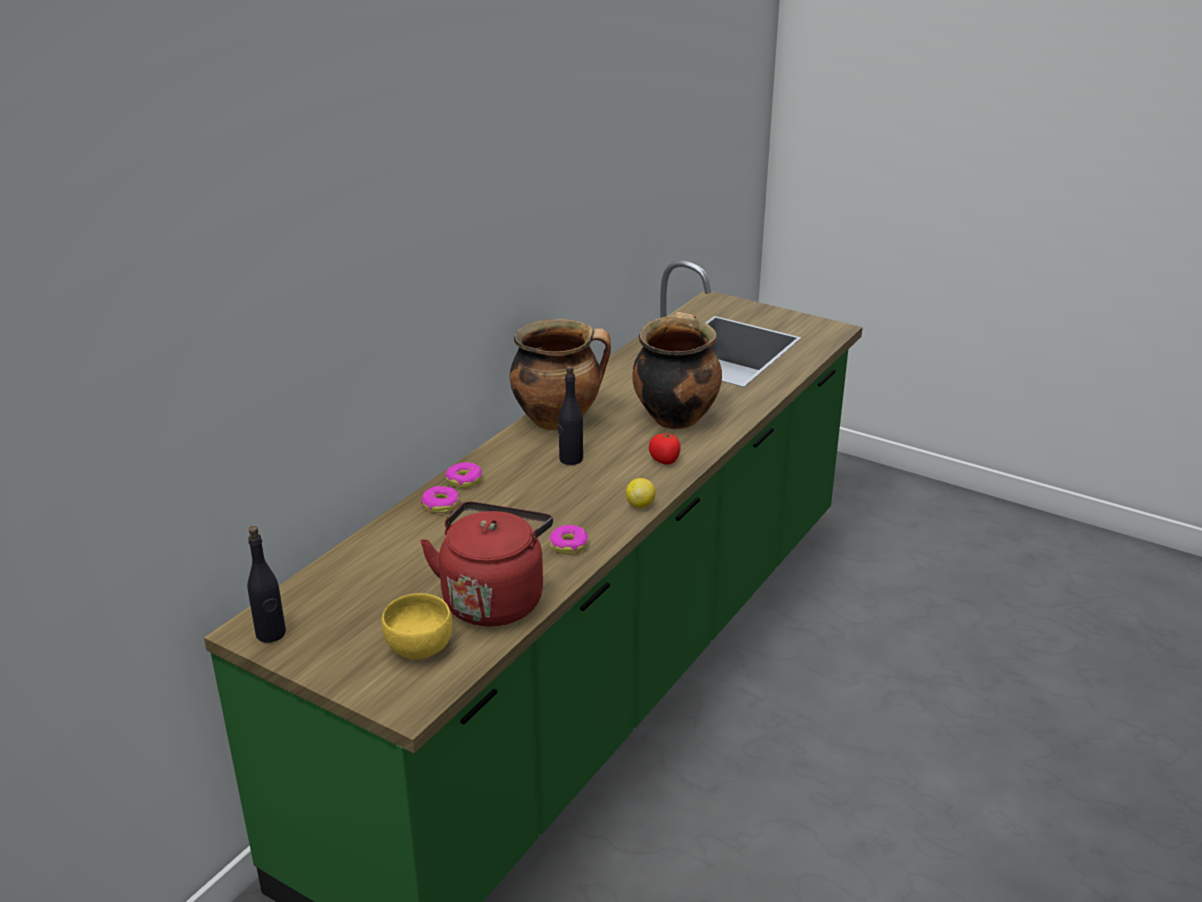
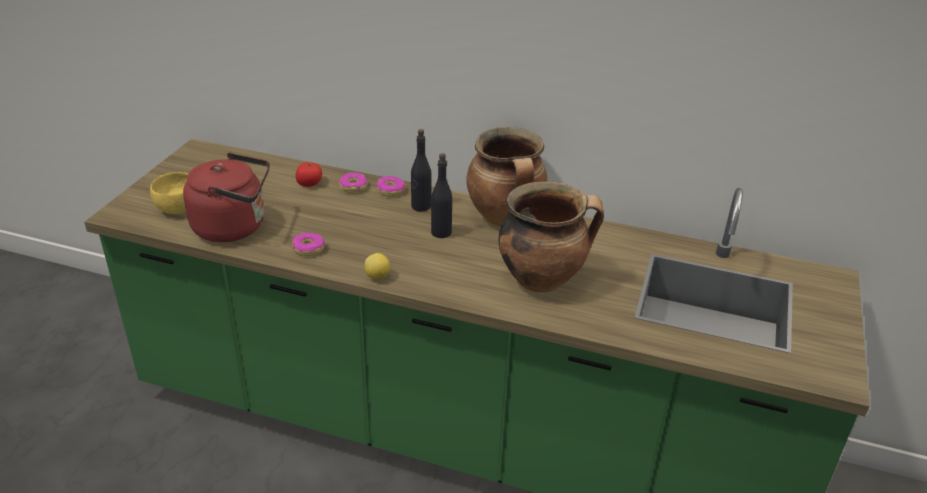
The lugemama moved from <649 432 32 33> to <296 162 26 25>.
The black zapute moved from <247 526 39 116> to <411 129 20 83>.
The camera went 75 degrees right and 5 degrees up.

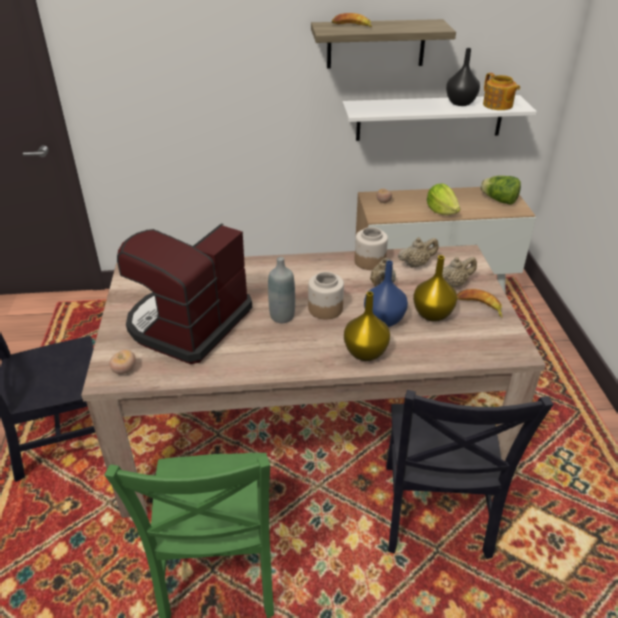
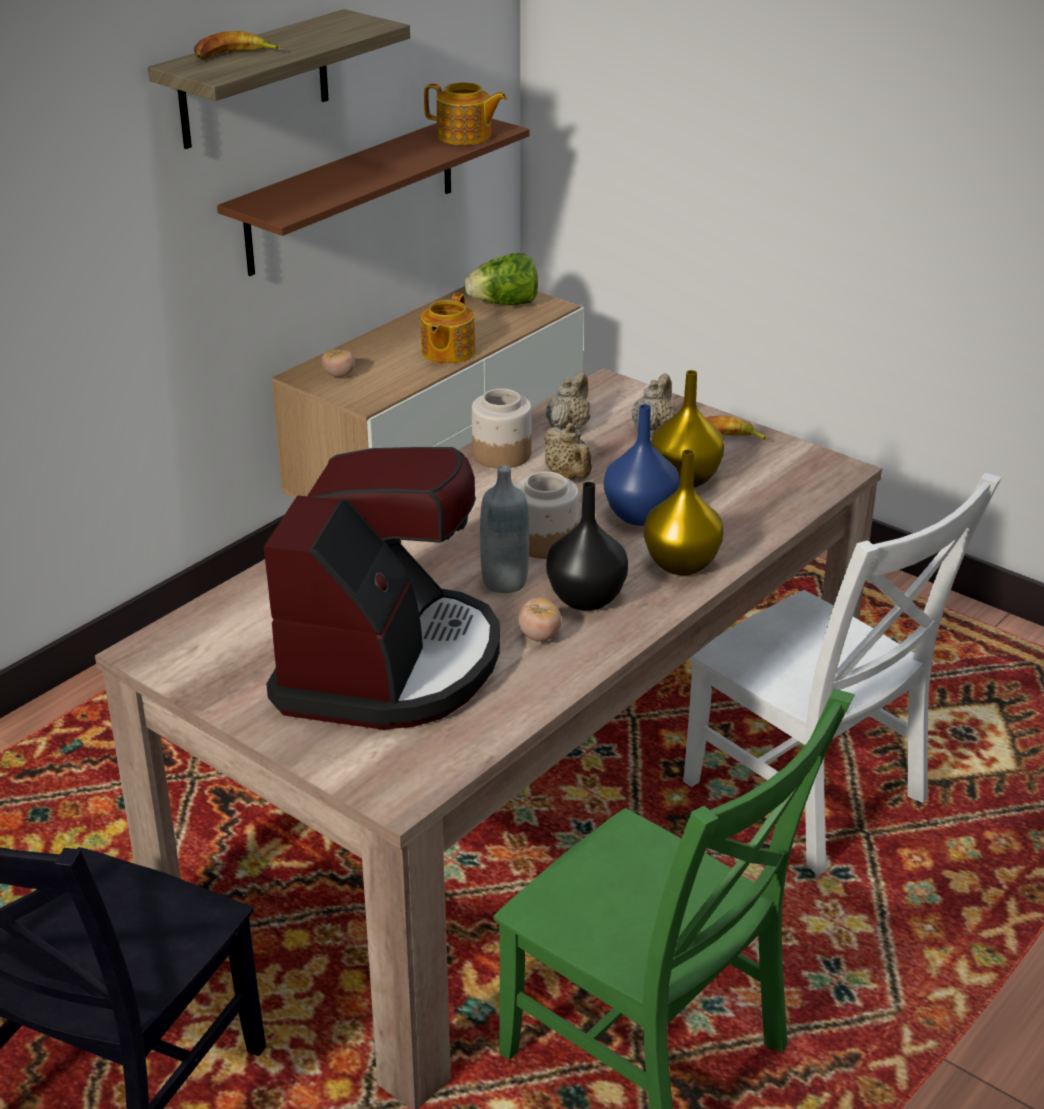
The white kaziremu at <342 95 195 46> became the brown kaziremu at <217 119 313 157>.
The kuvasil at <117 223 135 141> turned 150 degrees counterclockwise.
The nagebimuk at <427 184 34 31> was replaced by the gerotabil at <421 293 54 71>.
The lugemama moved from <109 350 27 24> to <518 598 44 44>.
The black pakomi moved from <446 48 34 58> to <546 482 82 129>.
The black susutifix at <386 390 168 169> became the white susutifix at <683 473 319 402>.
The camera went 45 degrees left and 5 degrees down.

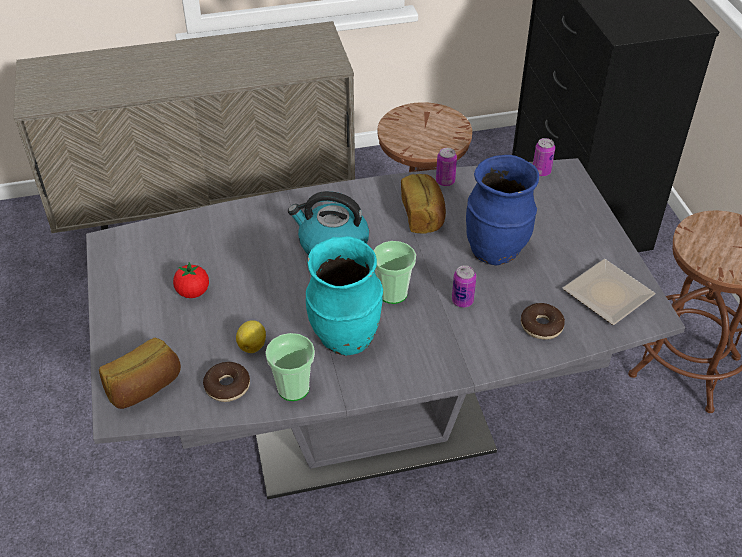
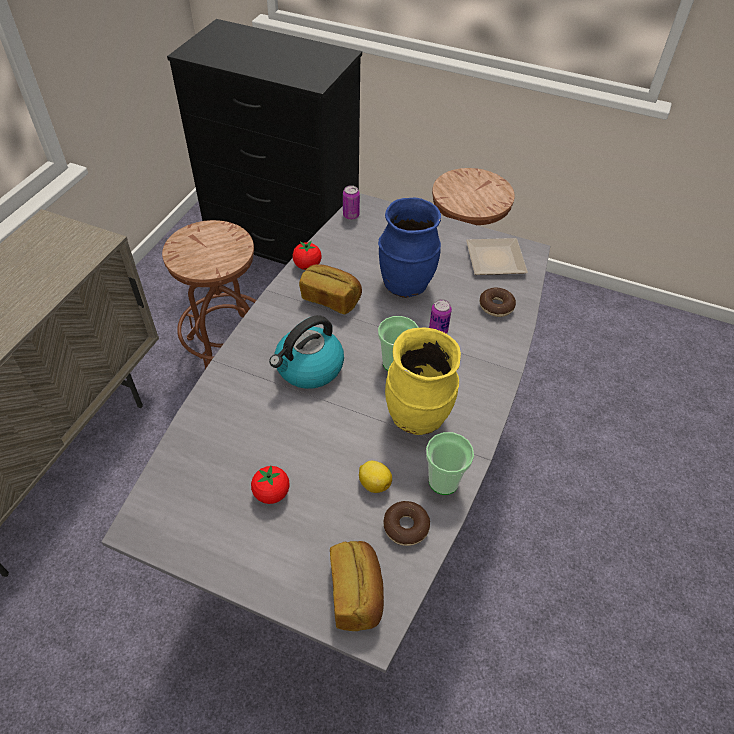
The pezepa at <436 148 21 38> was replaced by the lugemama at <293 241 29 29>.
The turquoise pakomi at <306 236 77 120> became the yellow pakomi at <385 328 76 107>.
The camera went 55 degrees left and 5 degrees up.

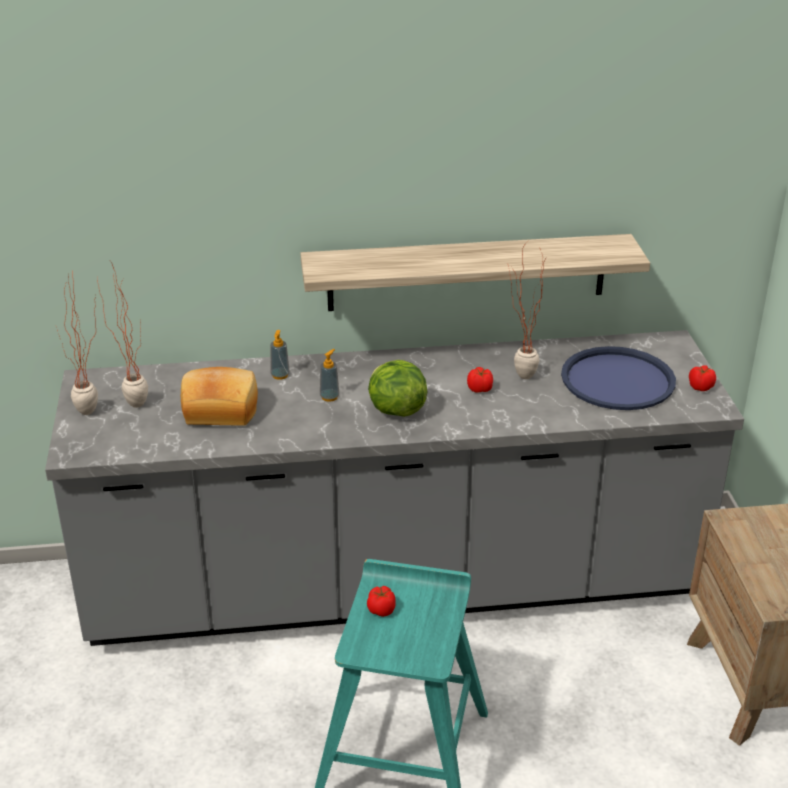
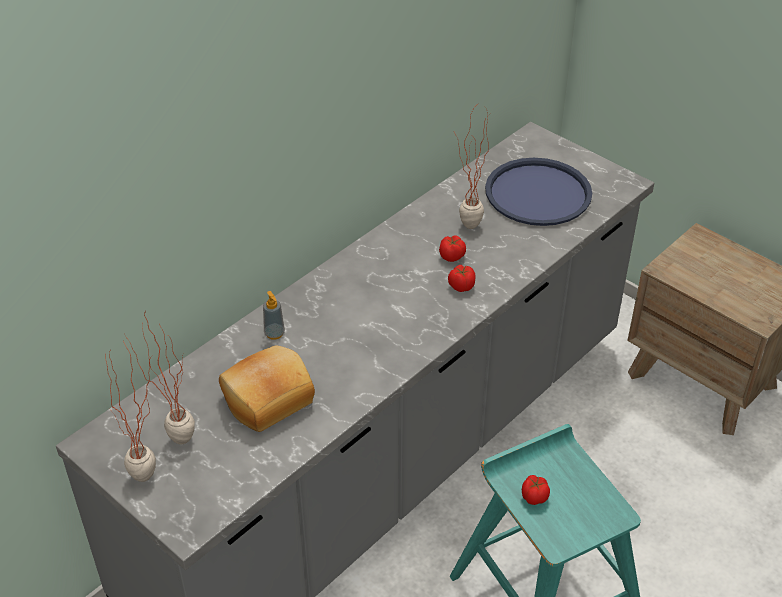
The lugemama moved from <689 365 27 26> to <448 265 28 27>.
The kaziremu at <300 234 350 77> disappeared.
The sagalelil at <320 349 19 53> disappeared.
The nagebimuk at <368 360 59 57> disappeared.
The camera went 40 degrees left and 10 degrees up.

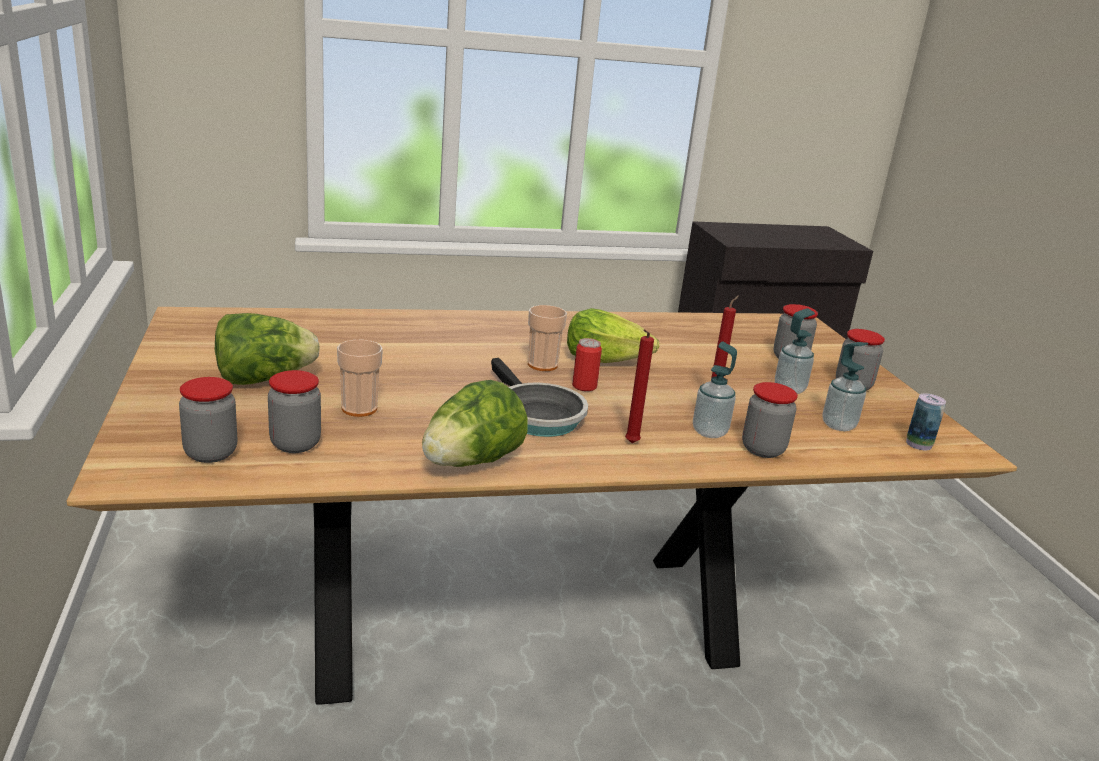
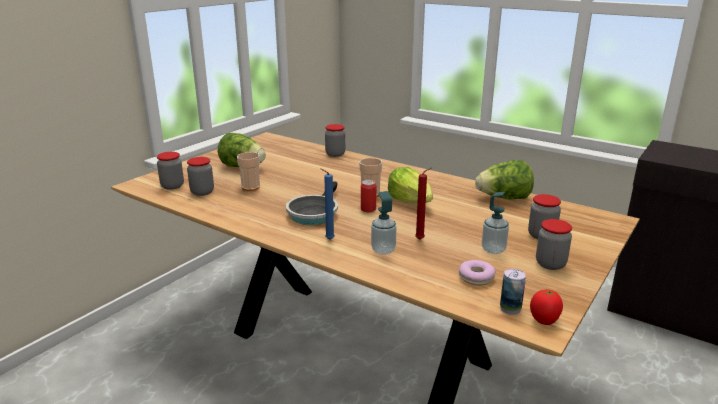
The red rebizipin at <625 329 29 114> became the blue rebizipin at <320 168 15 71>.
The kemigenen moved from <742 382 56 76> to <325 124 20 33>.
The sagalelil at <822 342 46 89> was replaced by the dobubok at <459 260 37 26>.
The nagebimuk moved from <422 380 106 87> to <475 160 59 39>.
The lugemama at <530 289 33 36> appeared.
The camera went 50 degrees right and 0 degrees up.

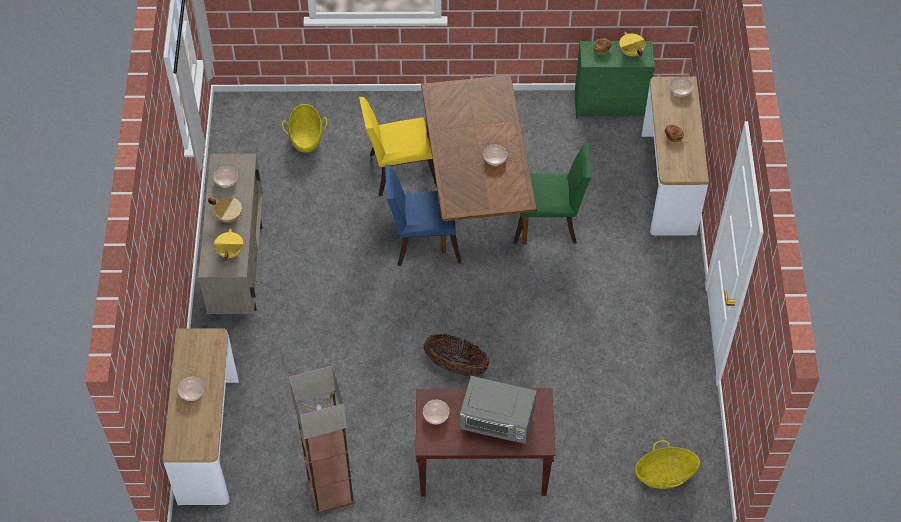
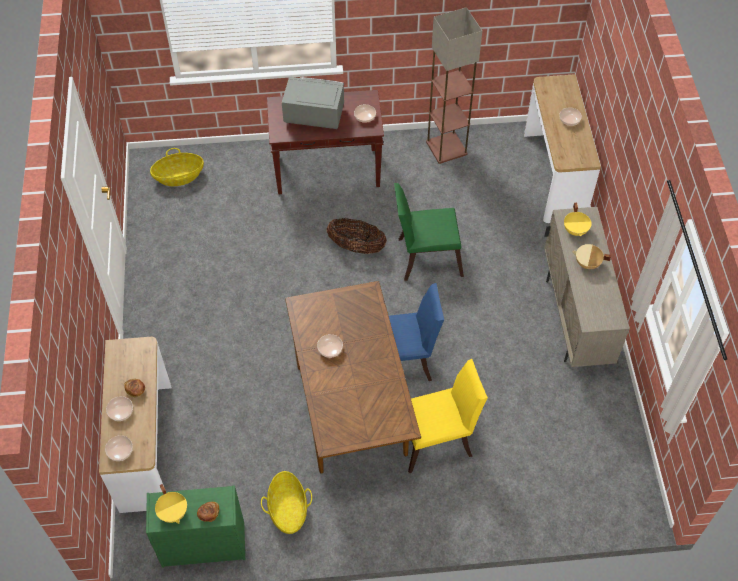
The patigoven moved from <213 166 25 21> to <106 396 27 25>.
The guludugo moved from <282 104 45 49> to <261 471 51 63>.
The green susutifix moved from <514 143 77 101> to <394 183 70 98>.
The camera went 175 degrees right and 0 degrees up.

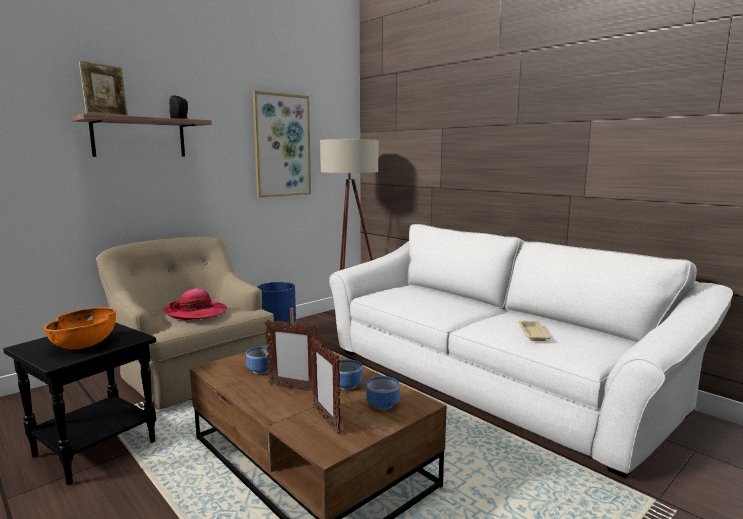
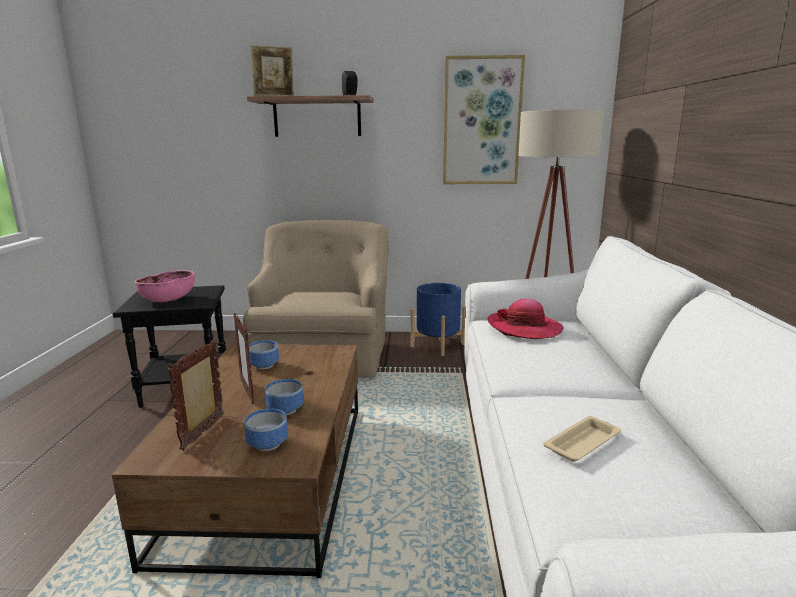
The orange patigoven at <44 307 72 42> became the pink patigoven at <135 270 60 32>.
The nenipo moved from <162 288 65 32> to <488 299 76 40>.
The camera went 45 degrees right and 5 degrees up.

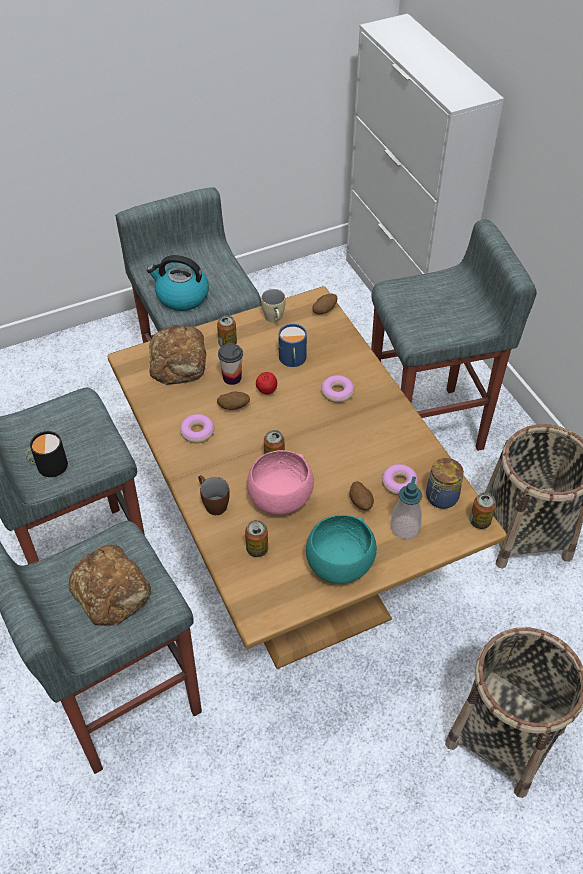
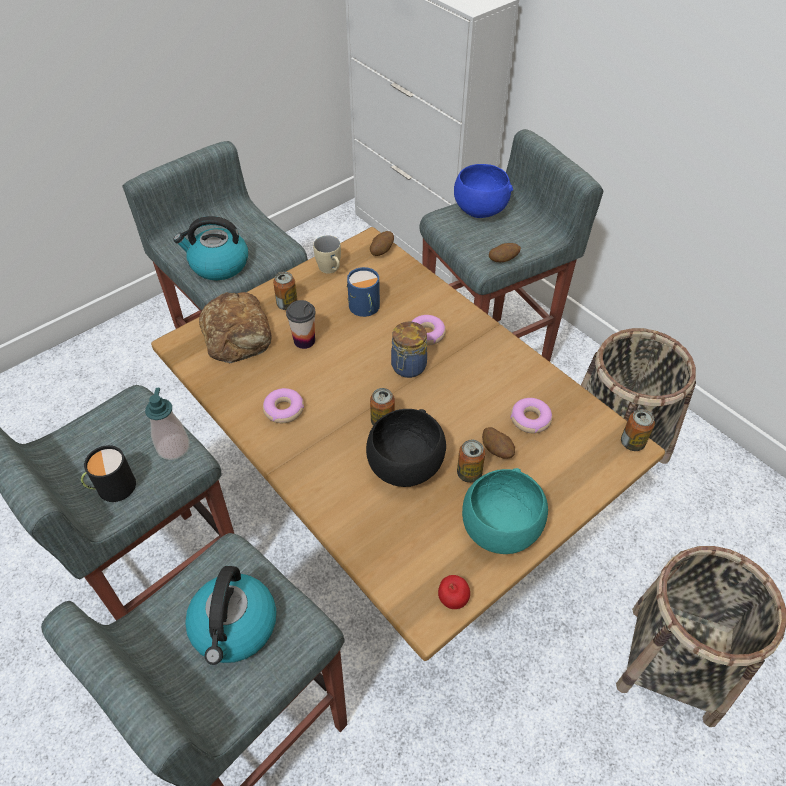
The sagalelil moved from <391 476 31 63> to <145 388 45 72>.
The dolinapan at <69 544 82 82> was replaced by the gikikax at <185 566 91 99>.
The pink patigoven at <247 450 67 65> became the black patigoven at <366 409 80 78>.
The kemigenen moved from <426 458 38 51> to <391 322 36 56>.
The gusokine moved from <256 372 21 22> to <438 575 32 34>.
The blue patigoven at <454 164 59 54> appeared.
The pezepa moved from <245 520 23 37> to <457 440 28 43>.
The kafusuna moved from <217 392 33 18> to <489 243 32 19>.
The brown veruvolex at <198 475 32 40> disappeared.
The camera went 15 degrees left and 0 degrees up.

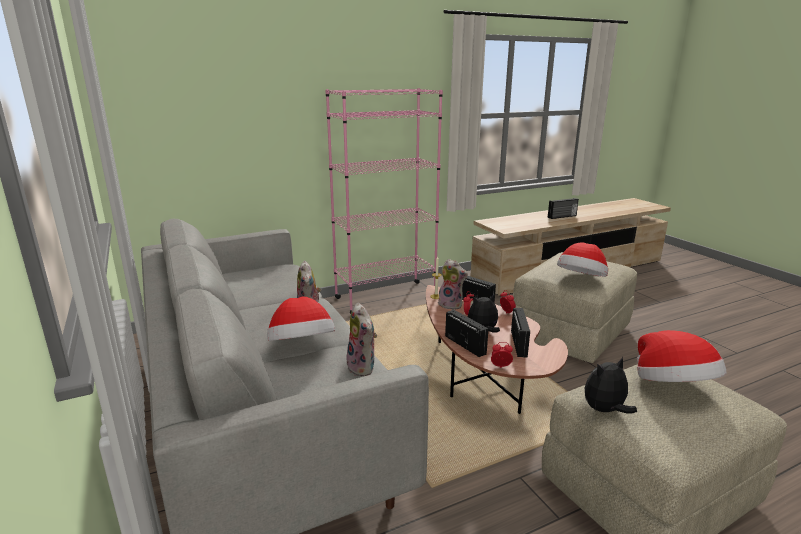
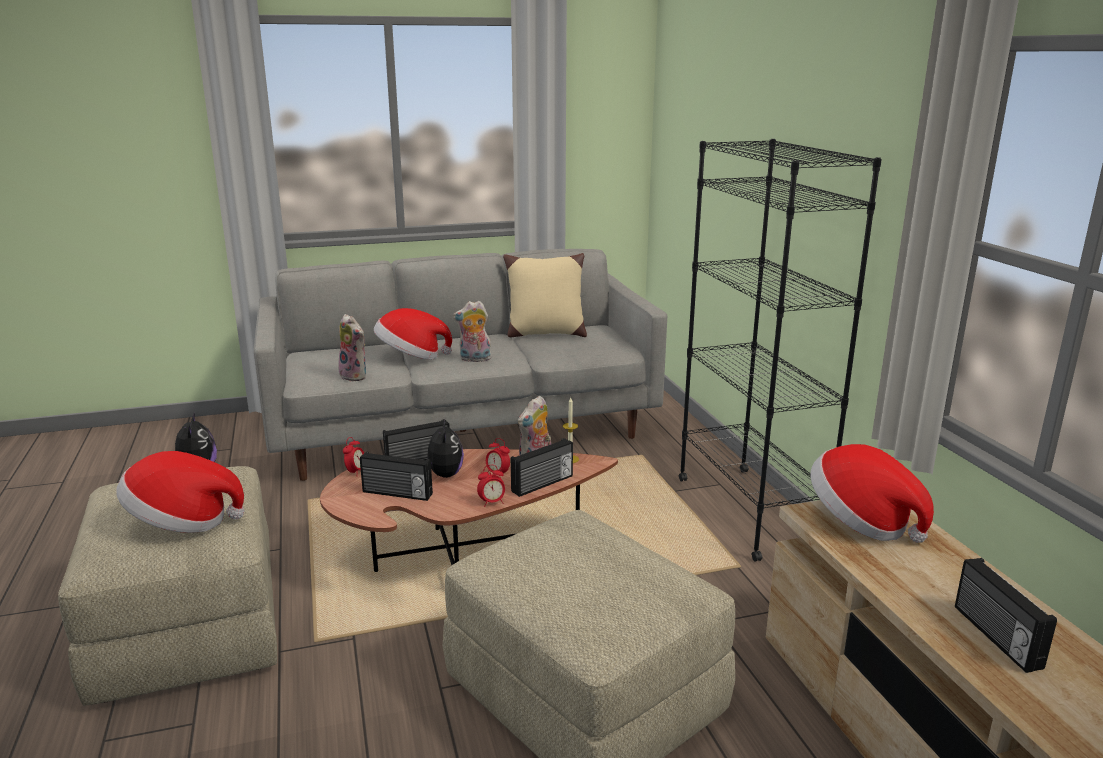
The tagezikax at <345 303 32 73> turned 120 degrees counterclockwise.
The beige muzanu at <503 253 84 84> appeared.
The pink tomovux at <325 88 118 226> became the black tomovux at <679 139 203 423>.
The nenipo moved from <557 243 51 34> to <810 444 124 99>.
The camera went 100 degrees right and 0 degrees up.

